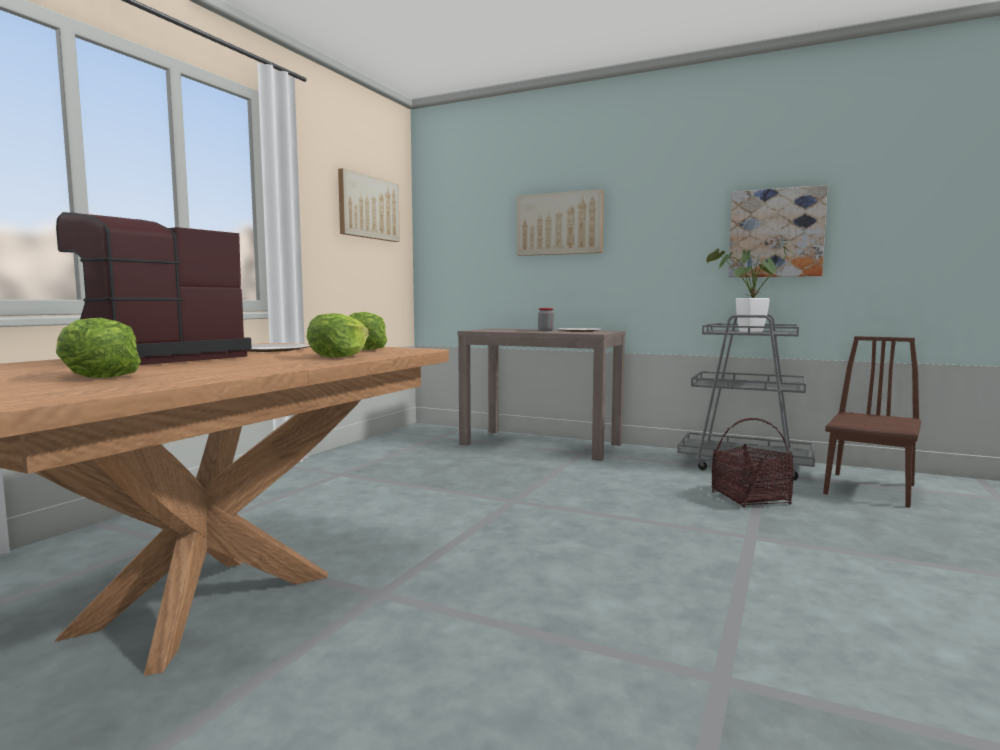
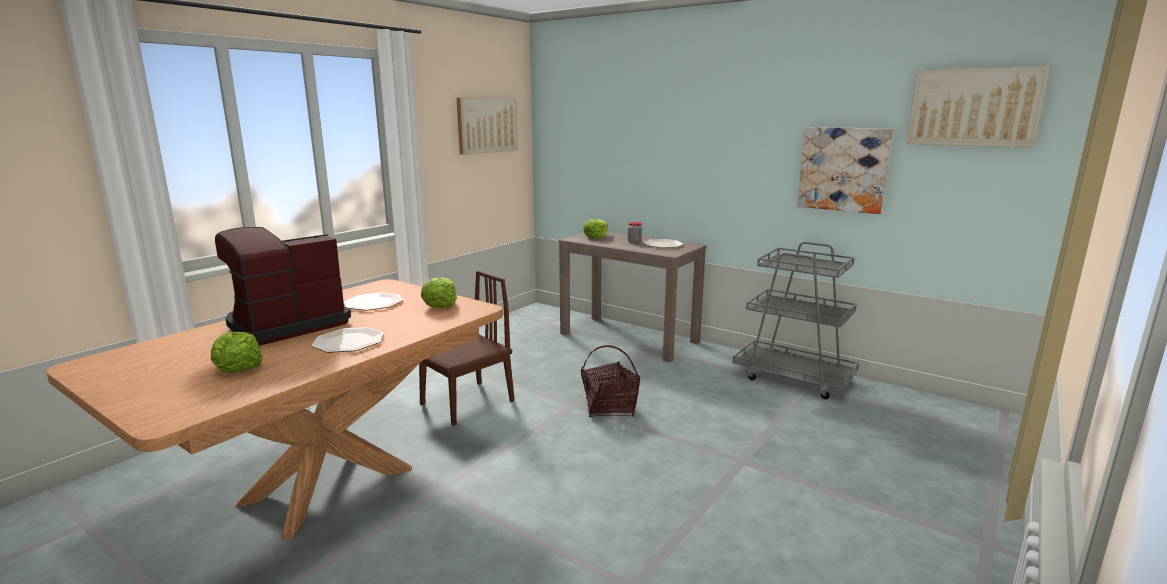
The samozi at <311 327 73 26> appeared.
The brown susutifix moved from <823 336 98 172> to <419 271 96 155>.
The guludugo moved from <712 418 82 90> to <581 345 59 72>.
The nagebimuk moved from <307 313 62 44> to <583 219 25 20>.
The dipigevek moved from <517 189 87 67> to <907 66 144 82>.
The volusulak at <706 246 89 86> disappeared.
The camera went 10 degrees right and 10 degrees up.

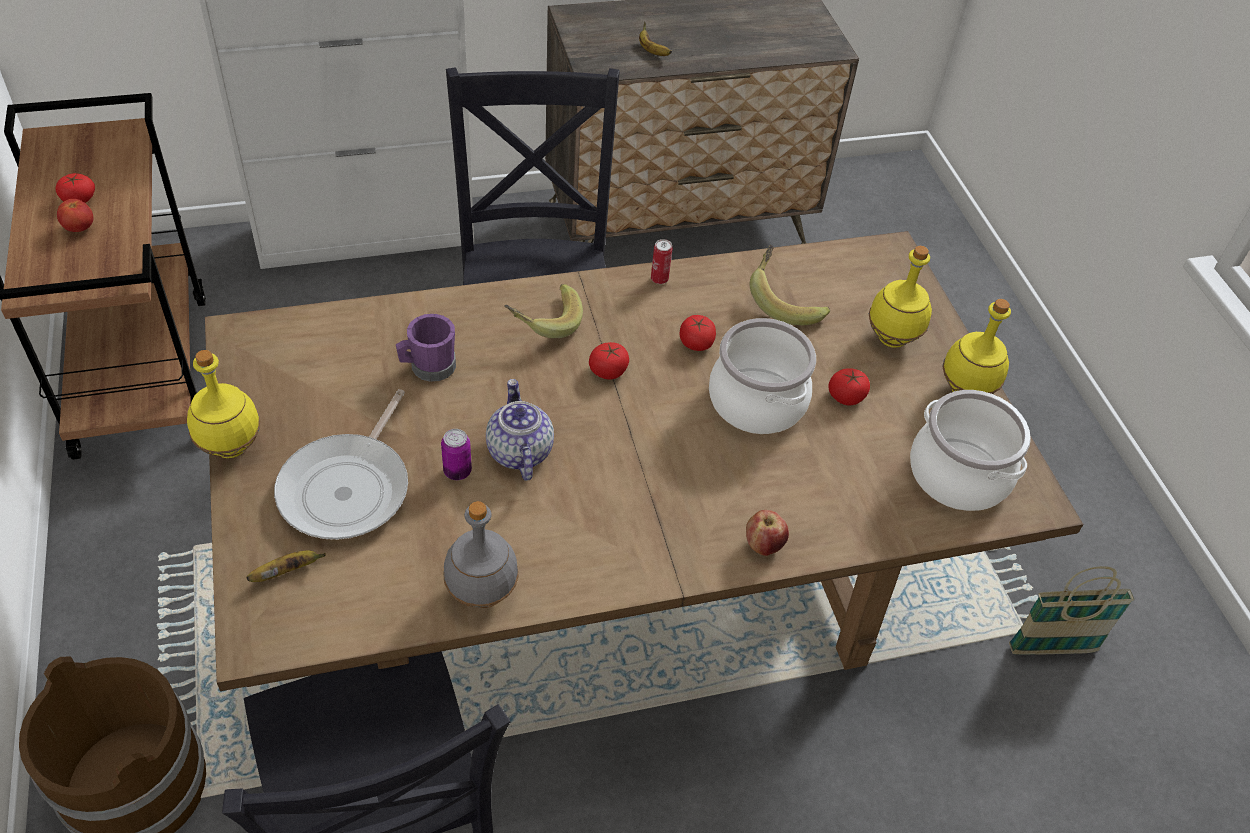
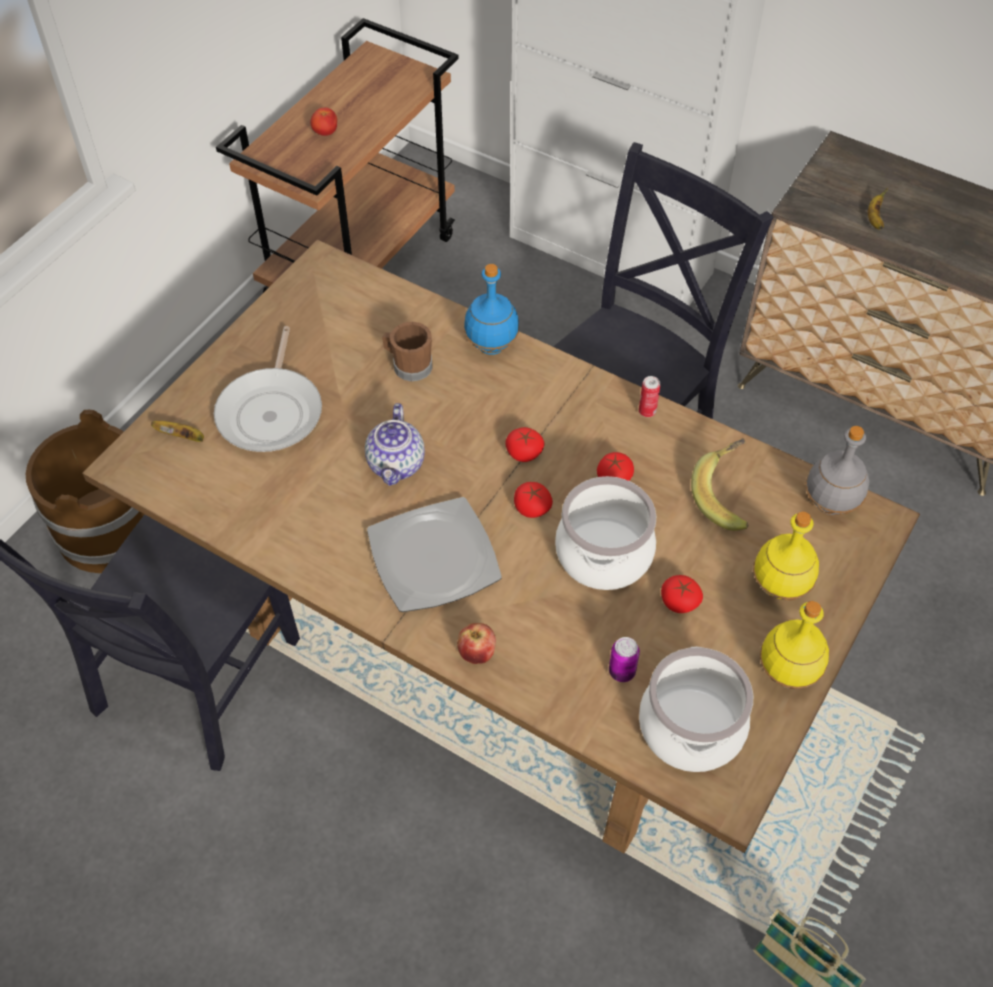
The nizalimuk at <274 389 134 151> turned 60 degrees counterclockwise.
The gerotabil at <486 379 68 102> turned 150 degrees clockwise.
The samozi at <367 497 135 115> appeared.
The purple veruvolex at <396 314 60 68> became the brown veruvolex at <382 322 51 60>.
The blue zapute at <464 264 55 91> appeared.
The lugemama moved from <55 173 40 30> to <514 482 39 36>.
The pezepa moved from <441 429 31 51> to <609 637 31 45>.
The grey zapute moved from <444 501 75 107> to <805 426 64 89>.
The yellow zapute at <187 350 73 108> disappeared.
The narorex at <504 284 79 54> disappeared.
The camera went 50 degrees right and 5 degrees up.

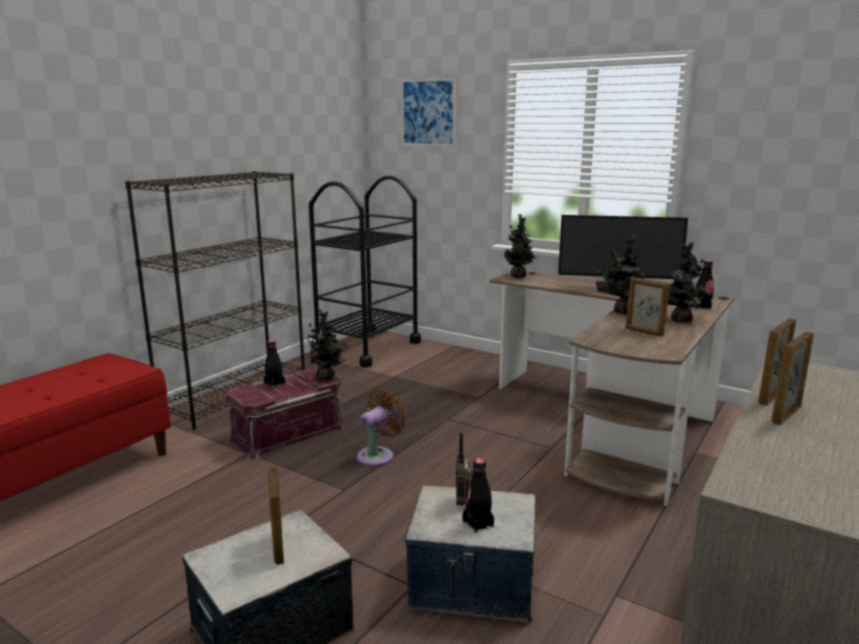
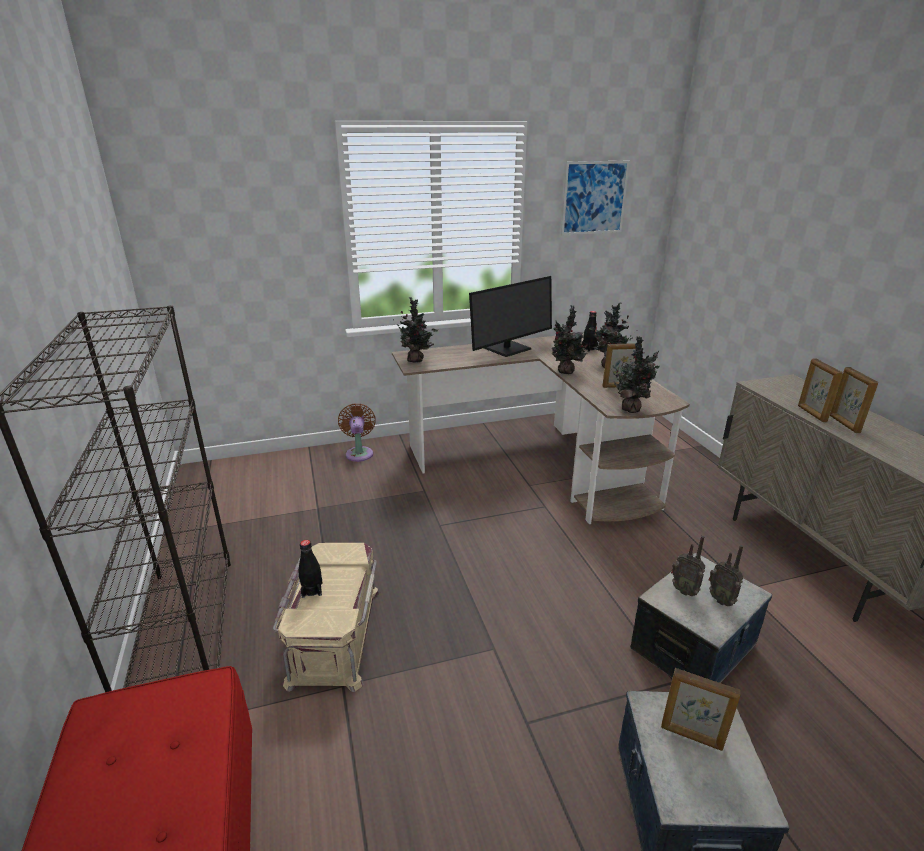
The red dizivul at <226 368 120 91> became the beige dizivul at <273 543 107 149>.
The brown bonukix moved from <357 389 49 78> to <338 403 38 59>.
The dipigevek moved from <401 78 55 68> to <561 161 69 74>.
The volusulak moved from <307 309 42 71> to <613 336 47 77>.
The black zapute at <462 458 32 75> was replaced by the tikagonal at <709 545 34 61>.
The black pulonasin at <309 175 112 193> disappeared.
The camera went 50 degrees left and 10 degrees up.

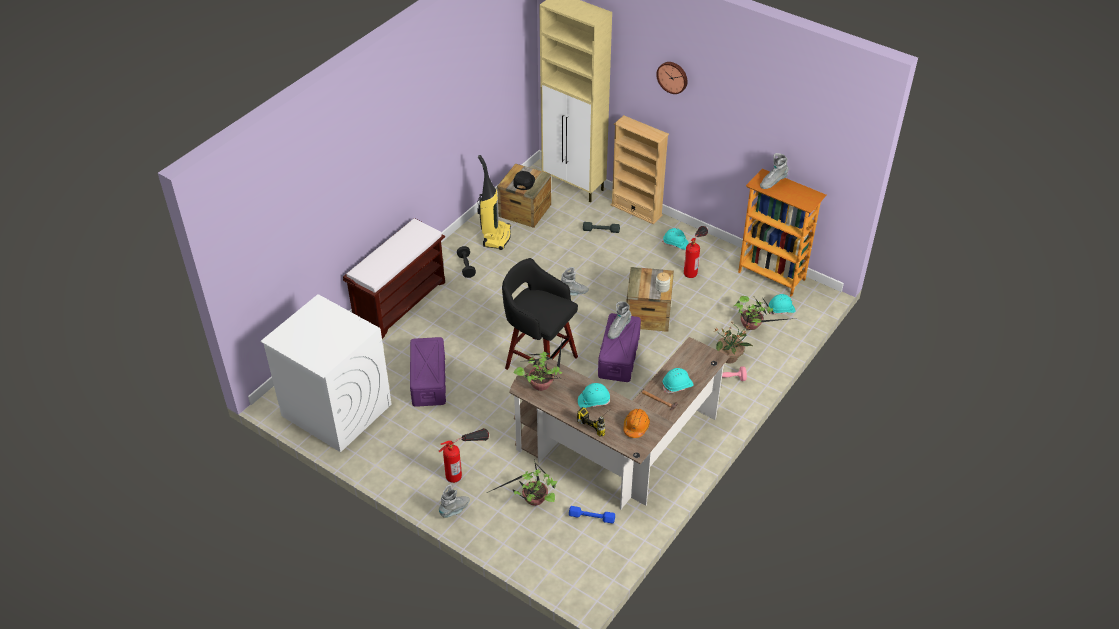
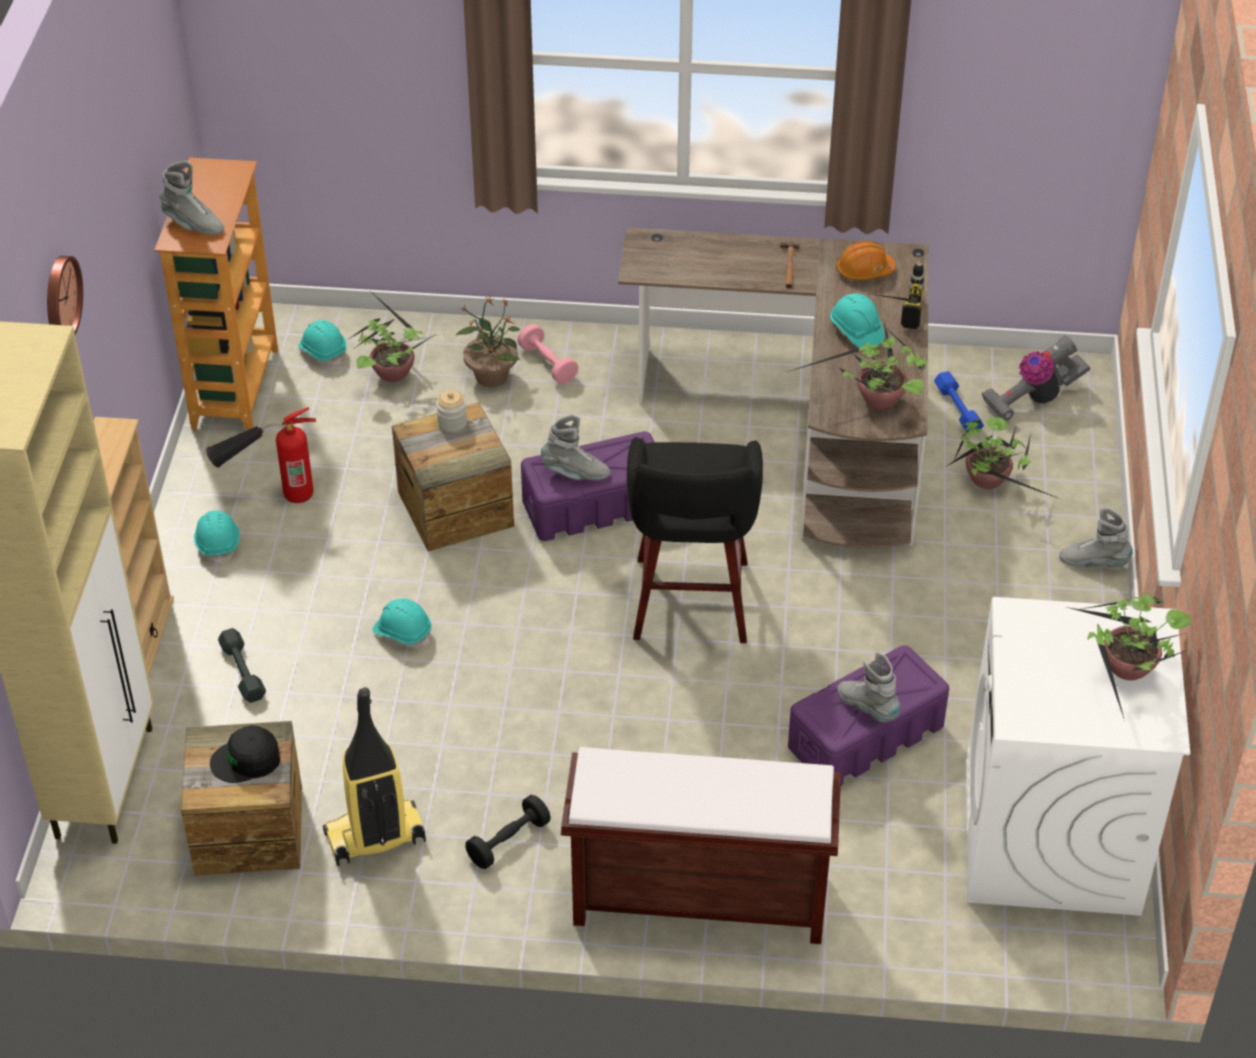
The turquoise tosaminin moved from <663 368 31 26> to <372 599 60 49>.
The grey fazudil moved from <561 267 28 29> to <837 652 64 70>.
The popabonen at <982 336 108 85> appeared.
The volusulak at <1067 593 125 128> appeared.
The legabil at <439 428 50 55> disappeared.
The camera went 120 degrees left and 0 degrees up.

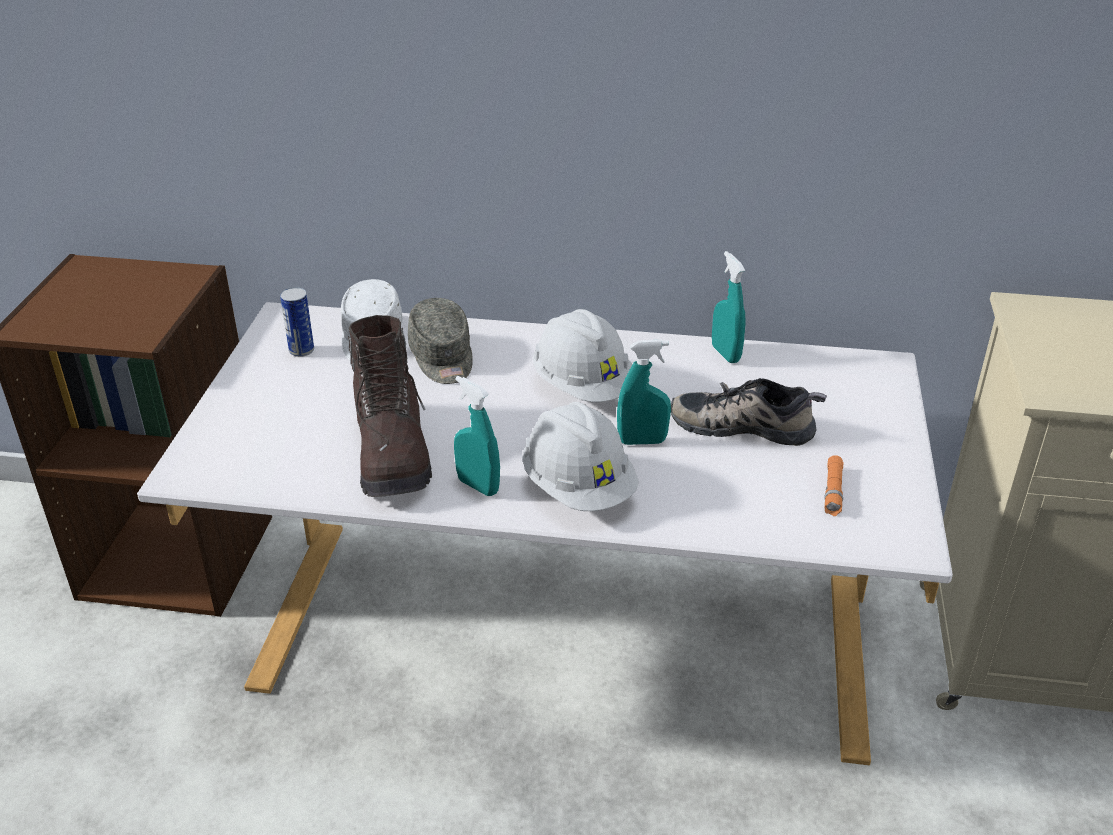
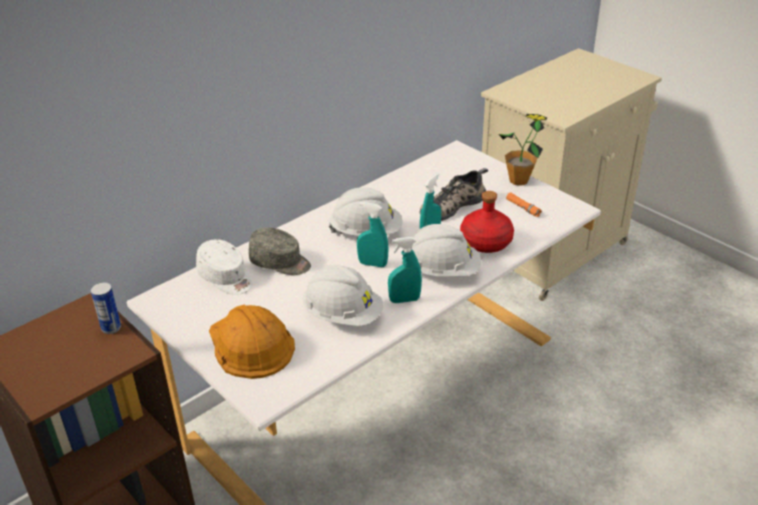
The pezepa moved from <280 287 34 70> to <90 282 31 52>.
The orange tosaminin at <209 305 86 74> appeared.
The brown fazudil at <348 315 84 182> was replaced by the white tosaminin at <303 265 80 61>.
The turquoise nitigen moved from <712 251 33 112> to <357 202 31 65>.
The red zapute at <460 191 54 62> appeared.
The volusulak at <499 114 48 72> appeared.
The camera went 50 degrees left and 0 degrees up.

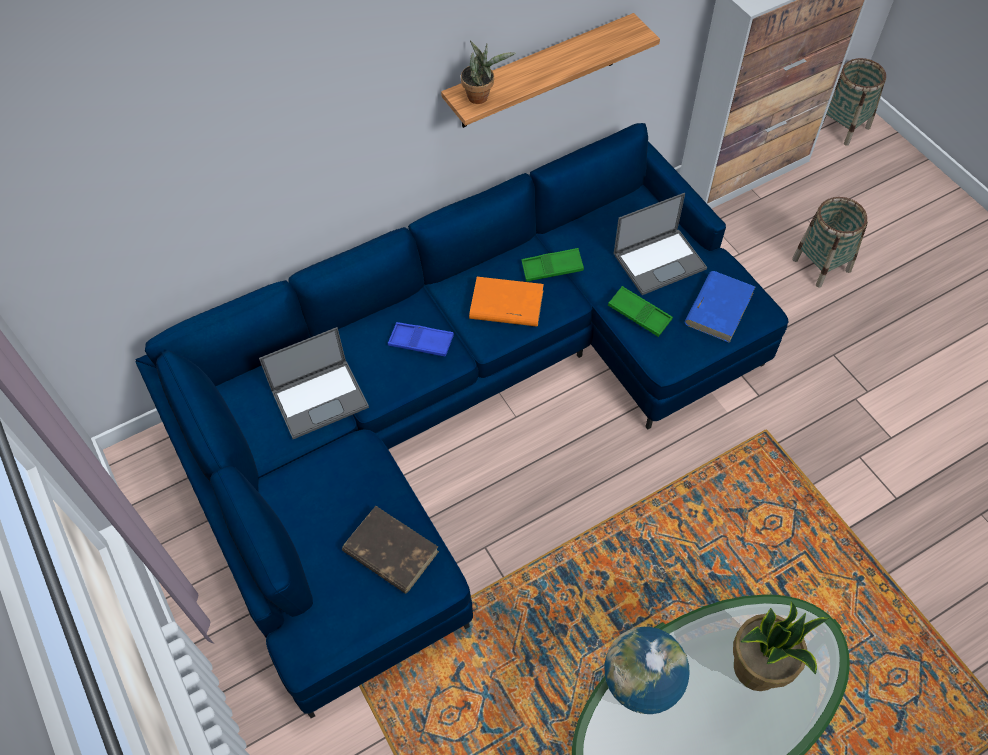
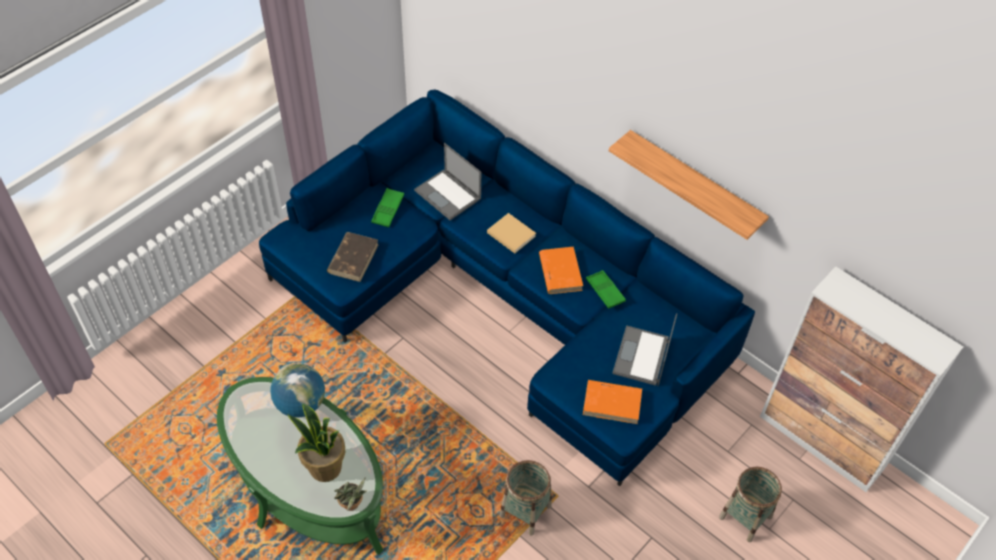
The volusulak moved from <461 41 55 63> to <334 477 34 34>.
The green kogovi moved from <608 286 65 51> to <371 188 33 39>.
The blue kogovi at <388 322 66 35> was replaced by the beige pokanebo at <487 213 49 40>.
The guludugo moved from <822 58 64 88> to <500 460 52 76>.
The blue pokanebo at <685 271 70 72> became the orange pokanebo at <583 380 59 44>.
The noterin at <613 193 94 102> turned 60 degrees clockwise.
The camera went 70 degrees right and 5 degrees down.

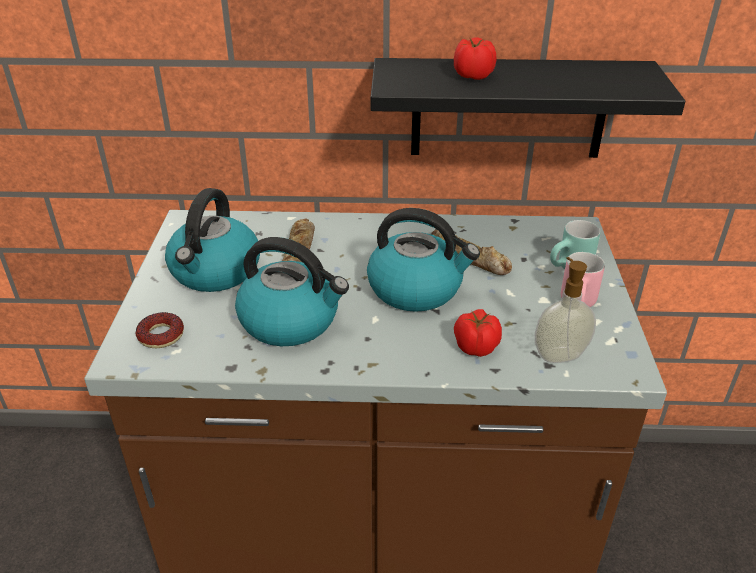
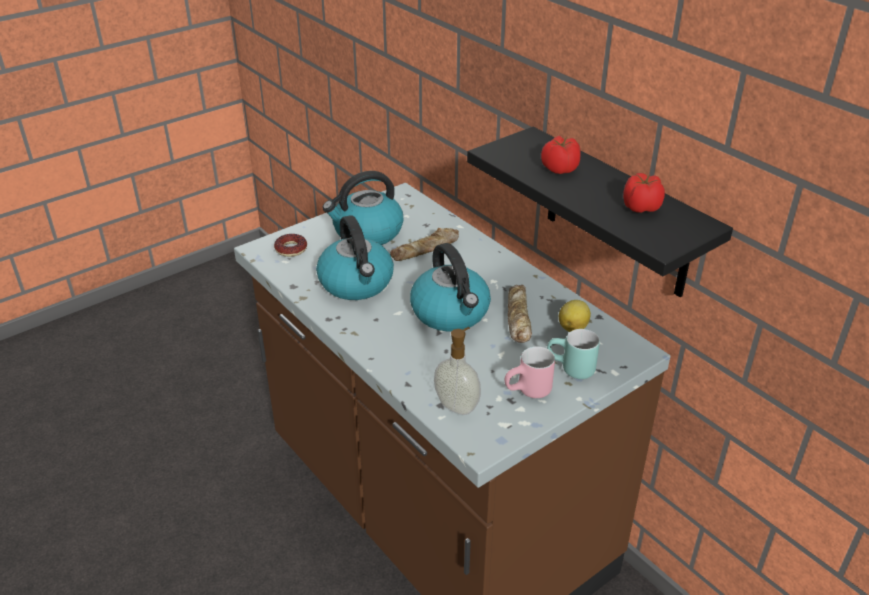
The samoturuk at <559 300 32 32> appeared.
The lugemama moved from <454 309 48 48> to <623 173 42 40>.
The camera went 50 degrees right and 0 degrees up.

